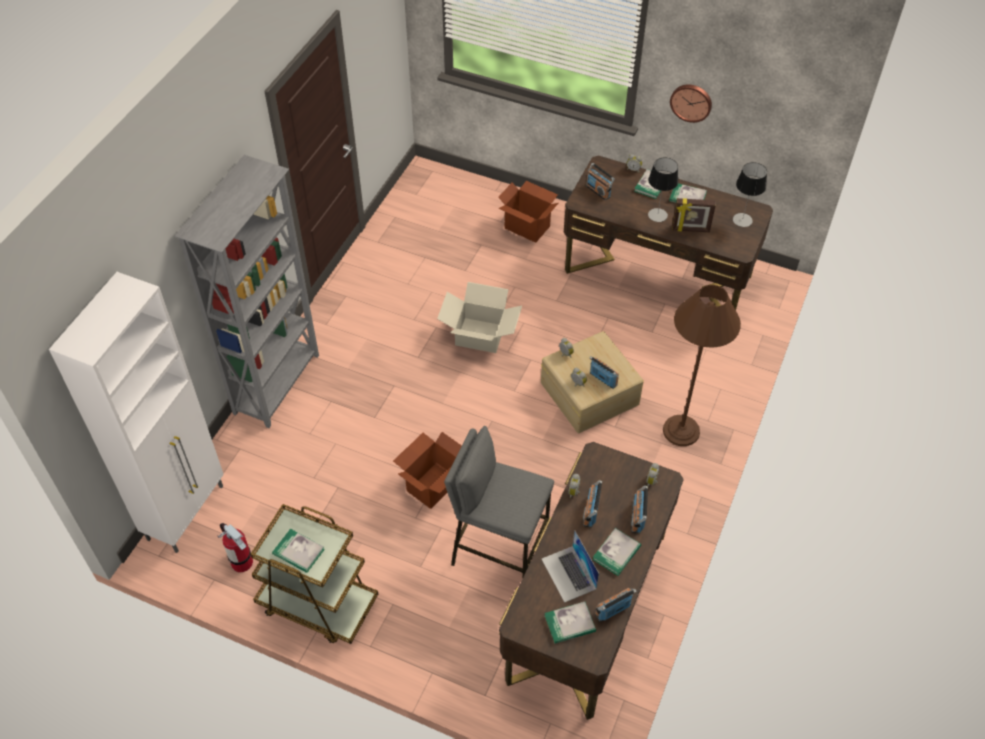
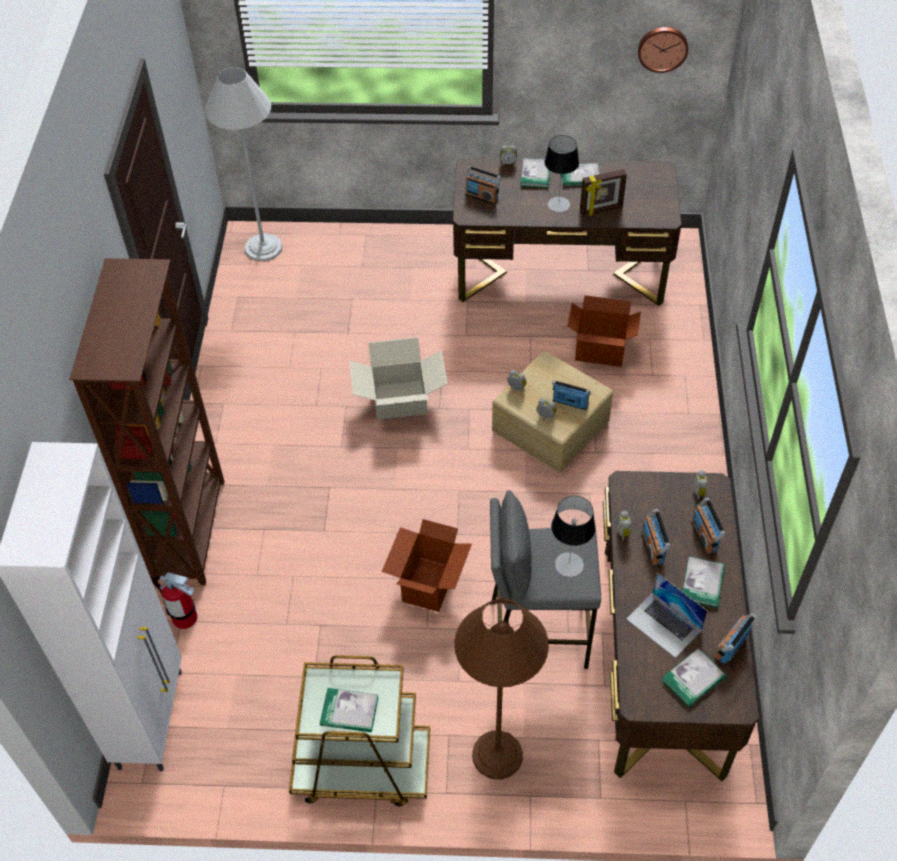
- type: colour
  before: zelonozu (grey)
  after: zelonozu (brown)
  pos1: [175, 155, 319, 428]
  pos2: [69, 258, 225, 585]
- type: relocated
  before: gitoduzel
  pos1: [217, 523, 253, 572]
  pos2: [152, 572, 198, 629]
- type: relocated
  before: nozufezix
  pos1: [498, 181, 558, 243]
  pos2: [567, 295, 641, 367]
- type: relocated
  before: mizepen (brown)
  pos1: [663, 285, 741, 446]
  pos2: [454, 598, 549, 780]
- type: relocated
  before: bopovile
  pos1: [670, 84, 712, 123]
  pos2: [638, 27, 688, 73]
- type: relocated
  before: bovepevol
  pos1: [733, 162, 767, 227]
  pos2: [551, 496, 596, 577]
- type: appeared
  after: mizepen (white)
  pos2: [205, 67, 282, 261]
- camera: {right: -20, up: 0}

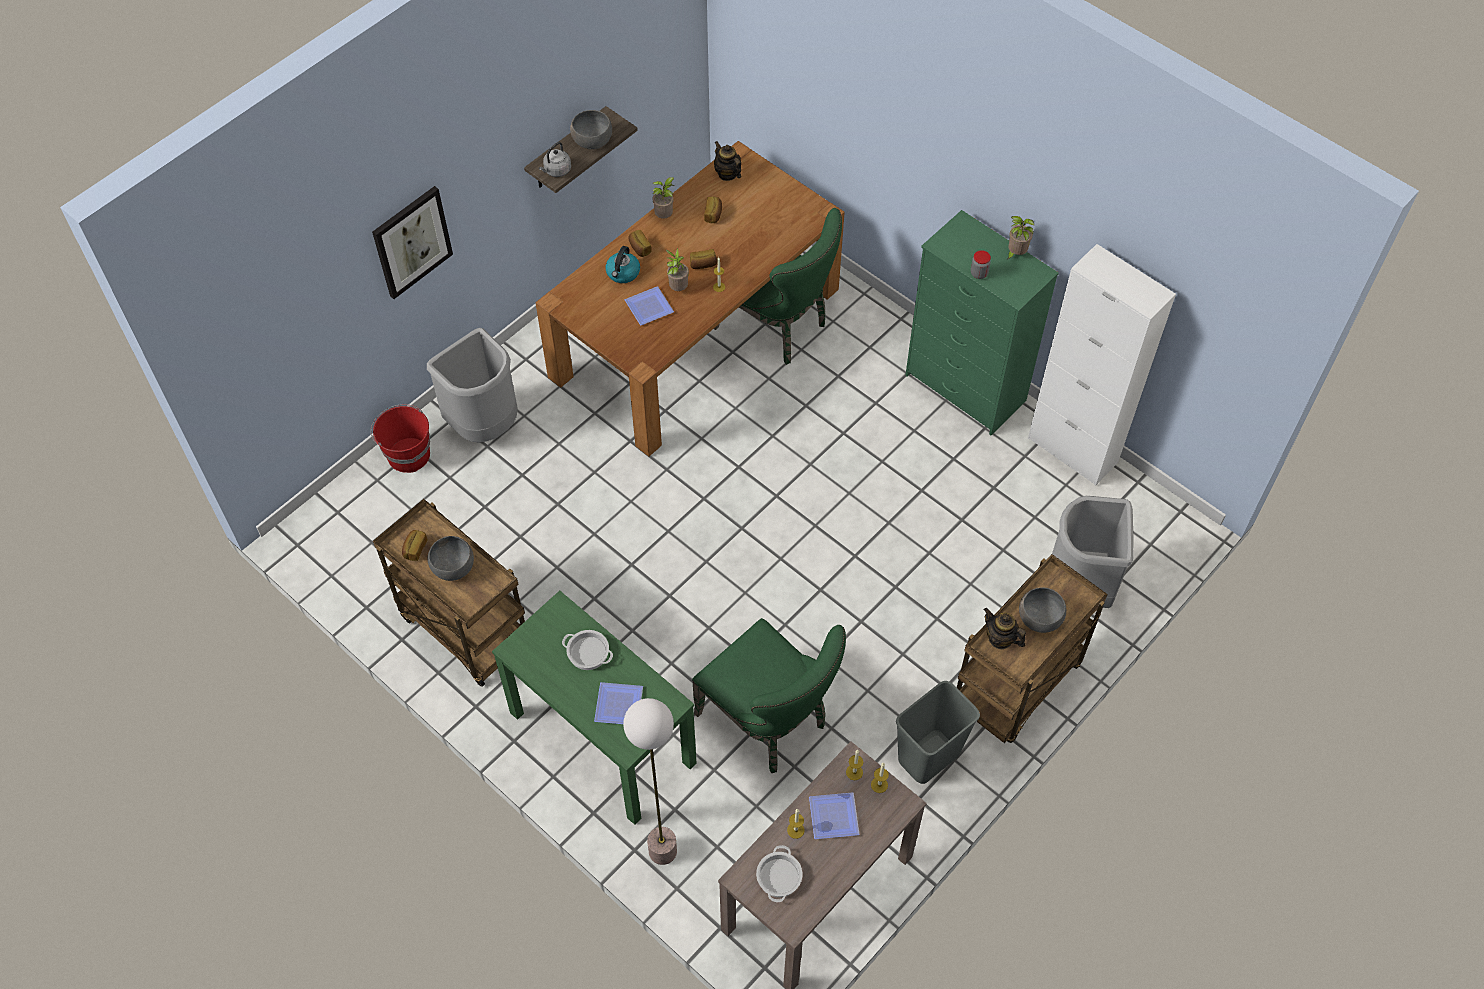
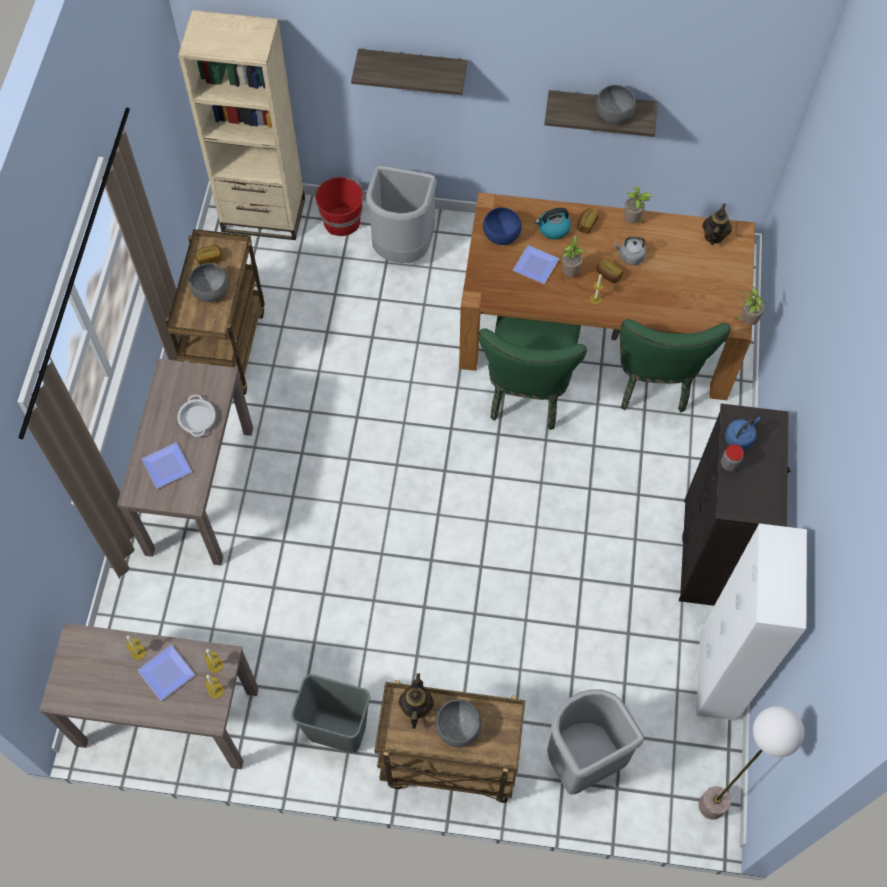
- type: exchanged
  before: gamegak
  after: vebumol
  pos1: [372, 186, 453, 299]
  pos2: [351, 49, 467, 95]
- type: colour
  before: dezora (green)
  after: dezora (brown)
  pos1: [492, 591, 696, 825]
  pos2: [117, 359, 253, 565]
- type: relocated
  before: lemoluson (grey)
  pos1: [539, 142, 571, 177]
  pos2: [614, 237, 646, 265]
- type: relocated
  before: mizepen
  pos1: [623, 698, 677, 865]
  pos2: [698, 706, 804, 820]
- type: relocated
  before: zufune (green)
  pos1: [692, 618, 846, 773]
  pos2: [478, 316, 587, 430]
- type: missing
  before: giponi
  pos1: [704, 196, 722, 223]
- type: missing
  before: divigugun
  pos1: [756, 845, 802, 902]
- type: colour
  before: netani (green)
  after: netani (black)
  pos1: [905, 210, 1059, 435]
  pos2: [679, 404, 792, 606]
- type: relocated
  before: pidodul
  pos1: [1007, 216, 1034, 259]
  pos2: [735, 286, 766, 325]
- type: appeared
  after: zelonozu (beige)
  pos2: [178, 10, 305, 240]
- type: appeared
  after: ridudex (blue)
  pos2: [483, 207, 522, 245]
- type: appeared
  after: lemoluson (blue)
  pos2: [725, 417, 761, 450]
- camera: {right: 55, up: 5}

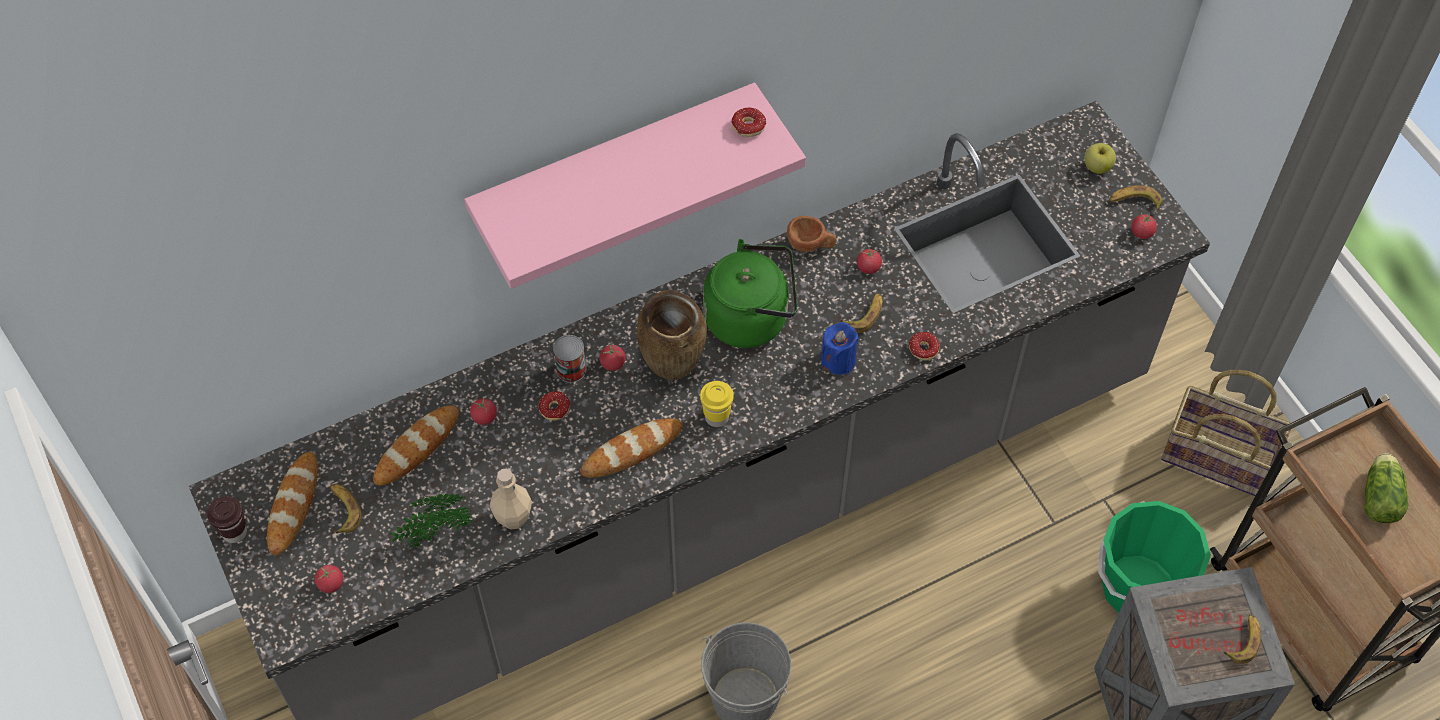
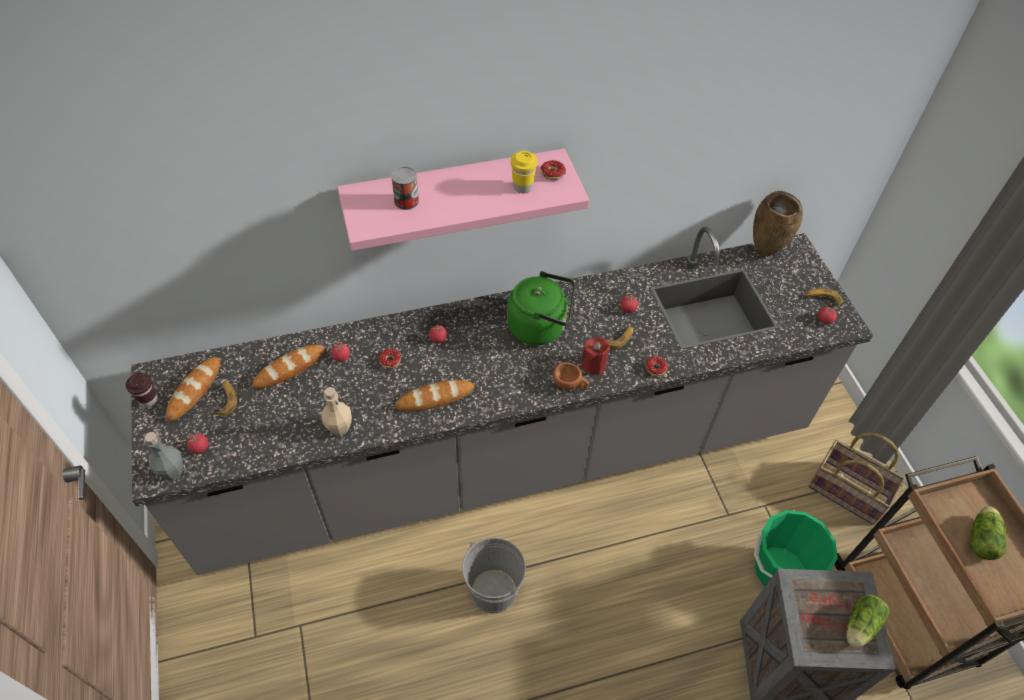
- type: missing
  before: pidodul
  pos1: [389, 492, 473, 549]
- type: relocated
  before: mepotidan
  pos1: [553, 335, 586, 383]
  pos2: [391, 167, 419, 210]
- type: relocated
  before: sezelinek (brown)
  pos1: [636, 290, 707, 380]
  pos2: [753, 191, 803, 256]
- type: relocated
  before: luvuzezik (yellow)
  pos1: [700, 381, 734, 427]
  pos2: [511, 151, 538, 193]
- type: relocated
  before: luvuzezik (brown)
  pos1: [787, 216, 837, 252]
  pos2: [553, 362, 589, 390]
- type: colour
  before: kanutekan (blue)
  after: kanutekan (red)
  pos1: [821, 322, 859, 375]
  pos2: [581, 337, 610, 375]
- type: missing
  before: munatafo
  pos1: [1084, 143, 1116, 174]
- type: exchanged
  before: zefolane
  after: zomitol
  pos1: [1223, 615, 1261, 664]
  pos2: [846, 594, 889, 648]
- type: appeared
  after: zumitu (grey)
  pos2: [144, 432, 183, 480]
- camera: {right: 10, up: -5}

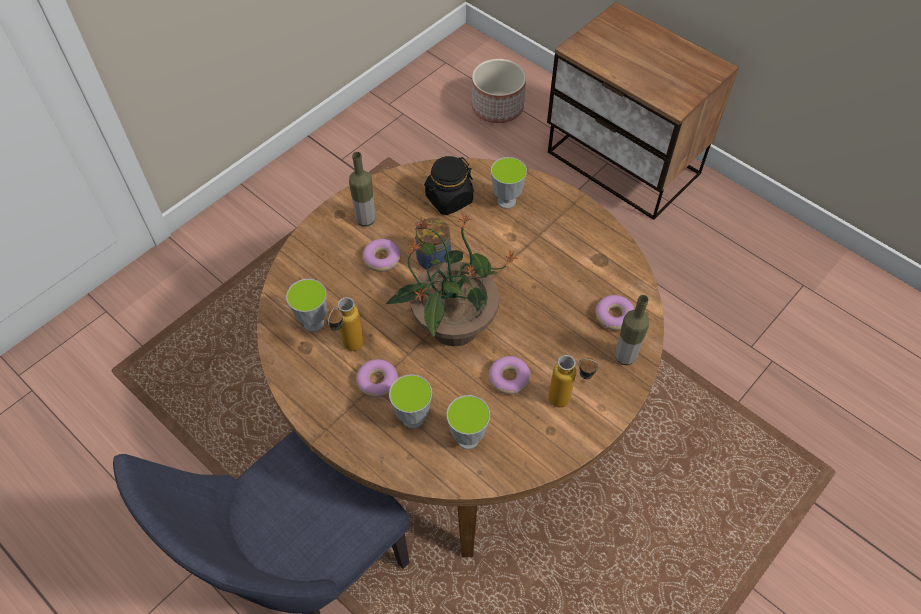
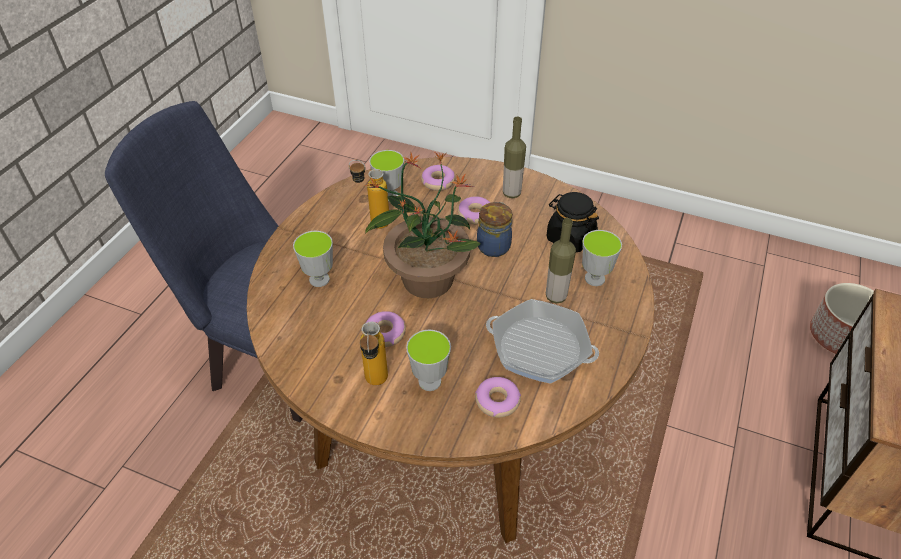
- type: relocated
  before: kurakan
  pos1: [356, 359, 398, 398]
  pos2: [421, 165, 455, 191]
- type: relocated
  before: luvuzezik
  pos1: [447, 395, 490, 449]
  pos2: [406, 330, 451, 391]
- type: relocated
  before: zumitu
  pos1: [615, 295, 649, 365]
  pos2: [546, 218, 576, 303]
- type: appeared
  after: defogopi
  pos2: [486, 299, 599, 384]
- camera: {right: 70, up: -10}

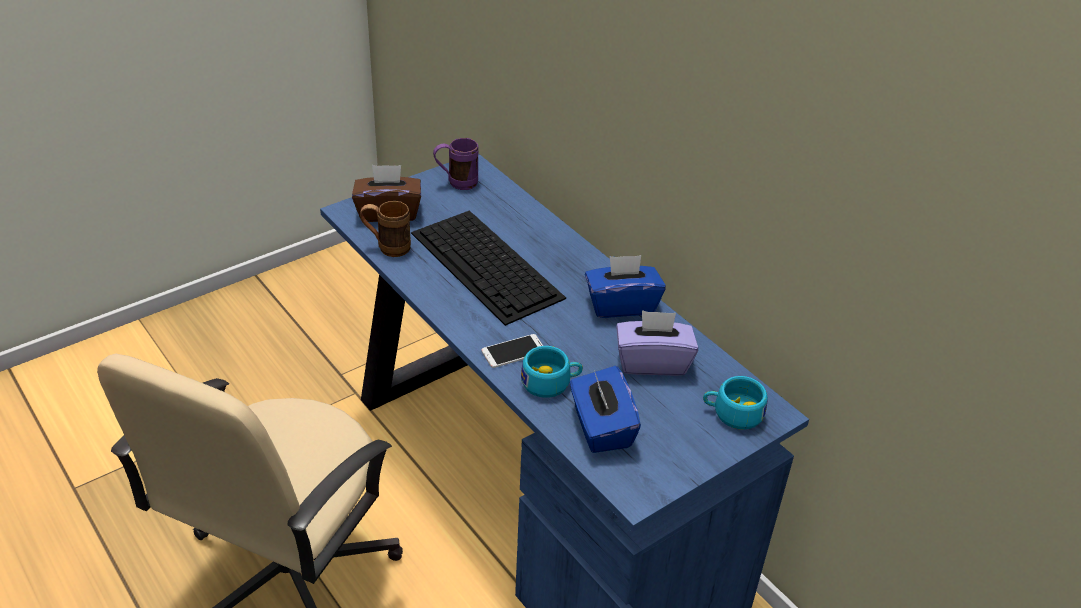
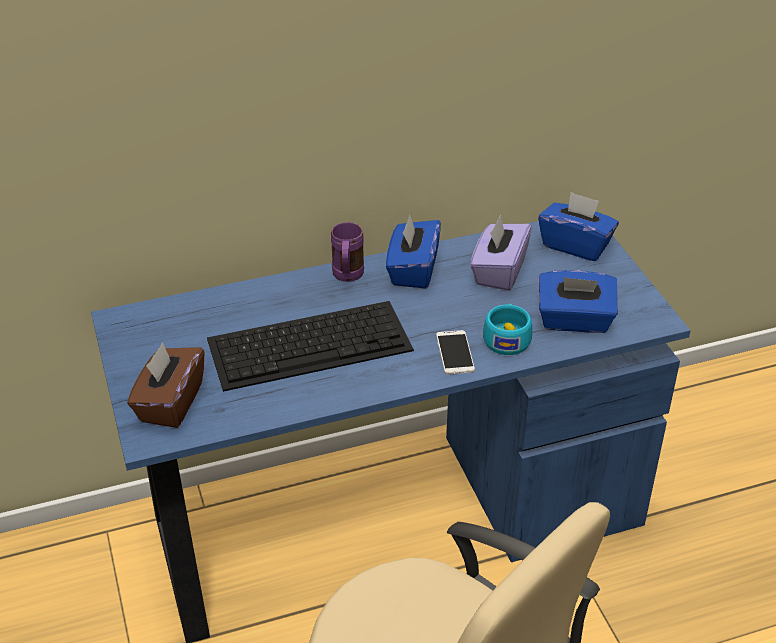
- type: missing
  before: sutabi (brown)
  pos1: [360, 201, 411, 257]
- type: relocated
  before: sutabi (purple)
  pos1: [433, 138, 479, 190]
  pos2: [331, 222, 364, 282]
- type: exchanged
  before: luvuzezik (turquoise)
  after: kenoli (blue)
  pos1: [703, 376, 768, 430]
  pos2: [538, 192, 619, 261]
- camera: {right: -70, up: 0}

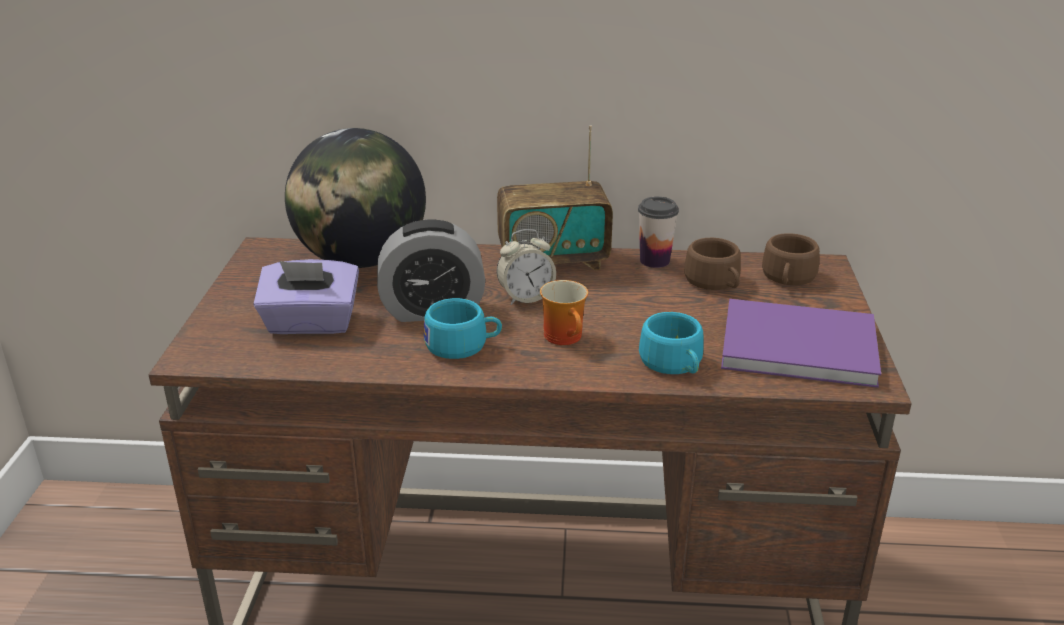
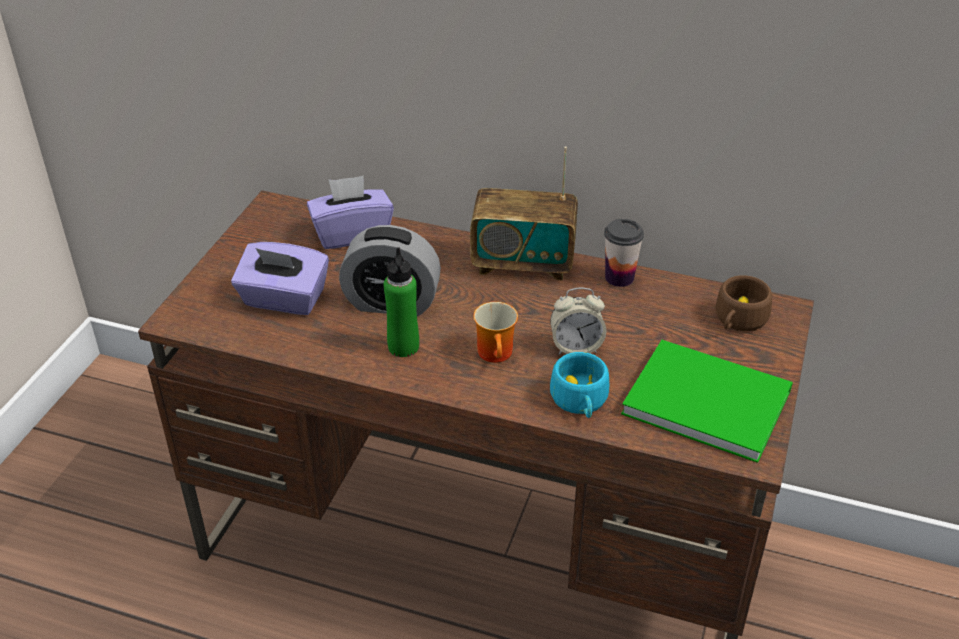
- type: exchanged
  before: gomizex
  after: kenoli (purple)
  pos1: [285, 128, 426, 268]
  pos2: [307, 176, 394, 249]
- type: exchanged
  before: luvuzezik (turquoise)
  after: zumitu (green)
  pos1: [424, 298, 502, 359]
  pos2: [384, 247, 419, 357]
- type: relocated
  before: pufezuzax
  pos1: [497, 229, 556, 305]
  pos2: [550, 288, 606, 354]
- type: missing
  before: luvuzezik (brown)
  pos1: [684, 238, 741, 290]
- type: colour
  before: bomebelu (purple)
  after: bomebelu (green)
  pos1: [721, 299, 881, 388]
  pos2: [621, 340, 793, 463]
- camera: {right: 15, up: 10}

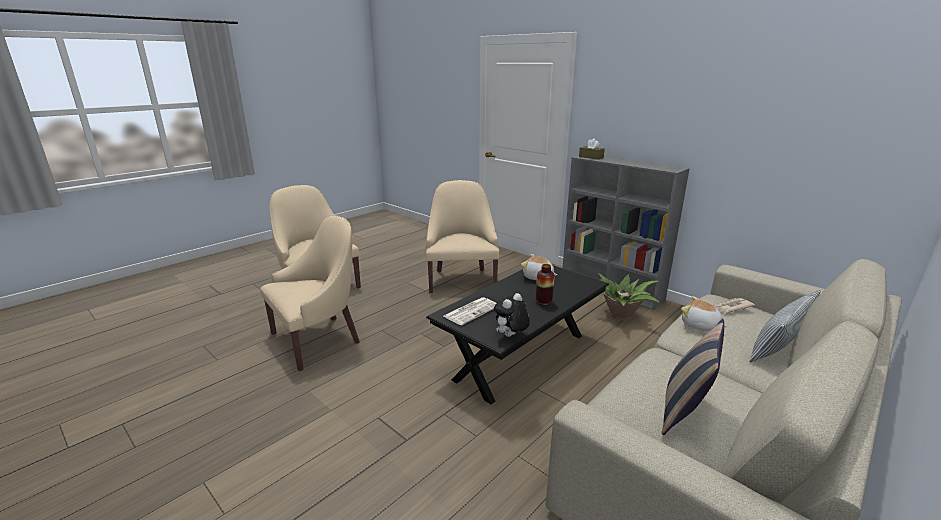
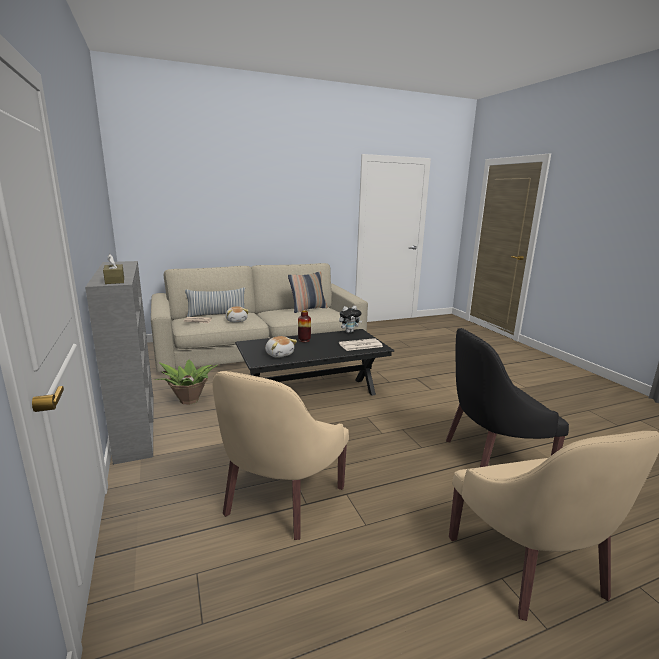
- type: colour
  before: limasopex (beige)
  after: limasopex (black)
  pos1: [261, 215, 360, 371]
  pos2: [446, 328, 569, 467]
- camera: {right: -155, up: -5}

